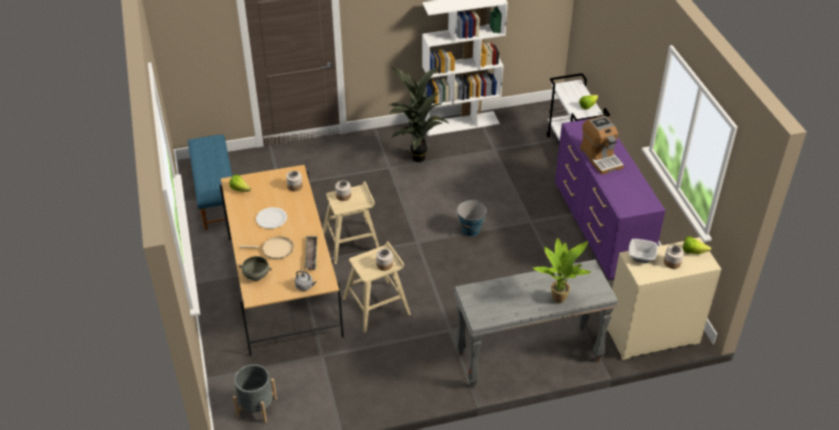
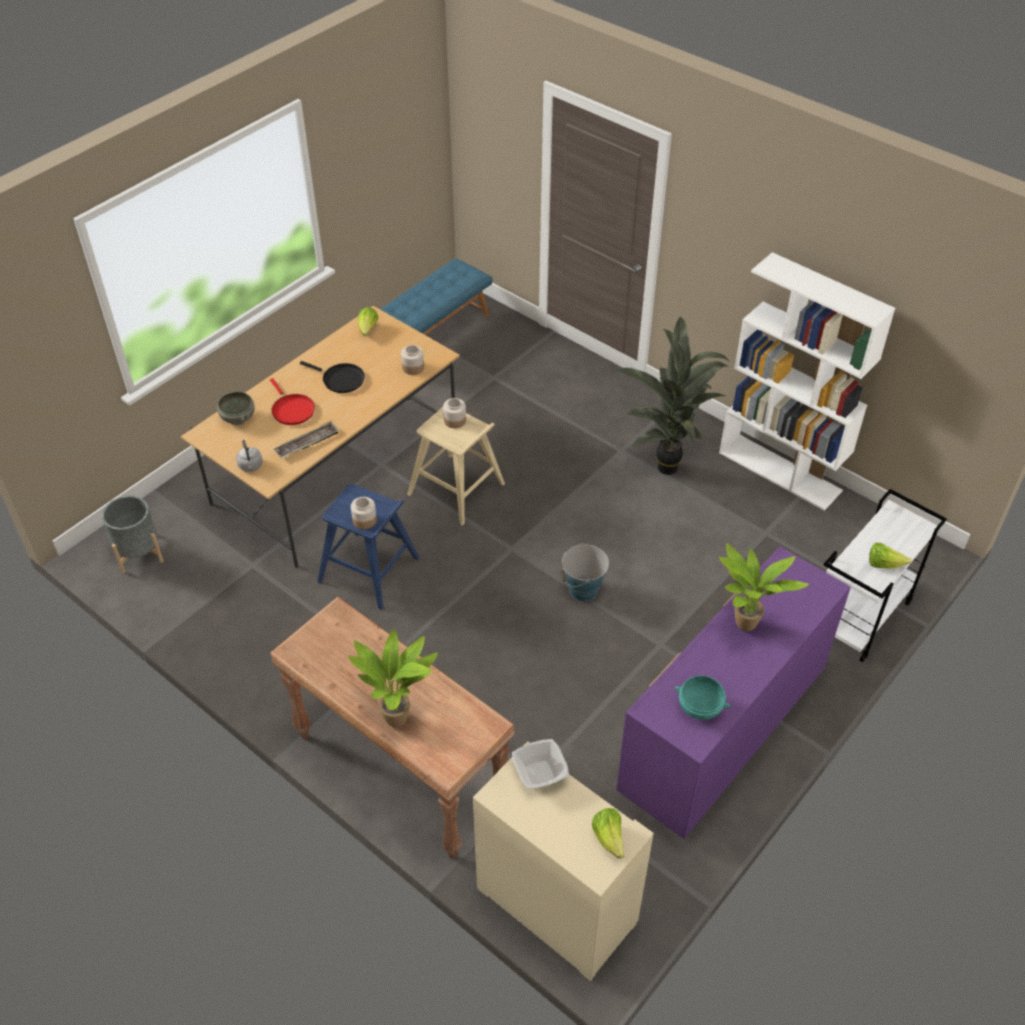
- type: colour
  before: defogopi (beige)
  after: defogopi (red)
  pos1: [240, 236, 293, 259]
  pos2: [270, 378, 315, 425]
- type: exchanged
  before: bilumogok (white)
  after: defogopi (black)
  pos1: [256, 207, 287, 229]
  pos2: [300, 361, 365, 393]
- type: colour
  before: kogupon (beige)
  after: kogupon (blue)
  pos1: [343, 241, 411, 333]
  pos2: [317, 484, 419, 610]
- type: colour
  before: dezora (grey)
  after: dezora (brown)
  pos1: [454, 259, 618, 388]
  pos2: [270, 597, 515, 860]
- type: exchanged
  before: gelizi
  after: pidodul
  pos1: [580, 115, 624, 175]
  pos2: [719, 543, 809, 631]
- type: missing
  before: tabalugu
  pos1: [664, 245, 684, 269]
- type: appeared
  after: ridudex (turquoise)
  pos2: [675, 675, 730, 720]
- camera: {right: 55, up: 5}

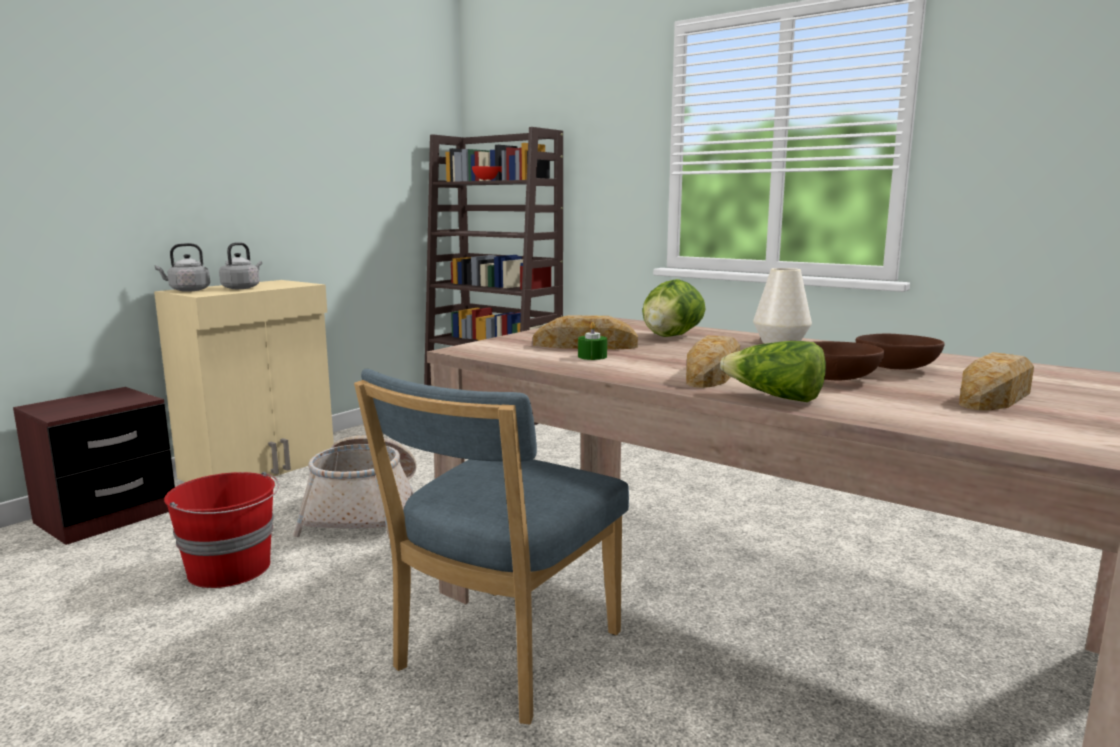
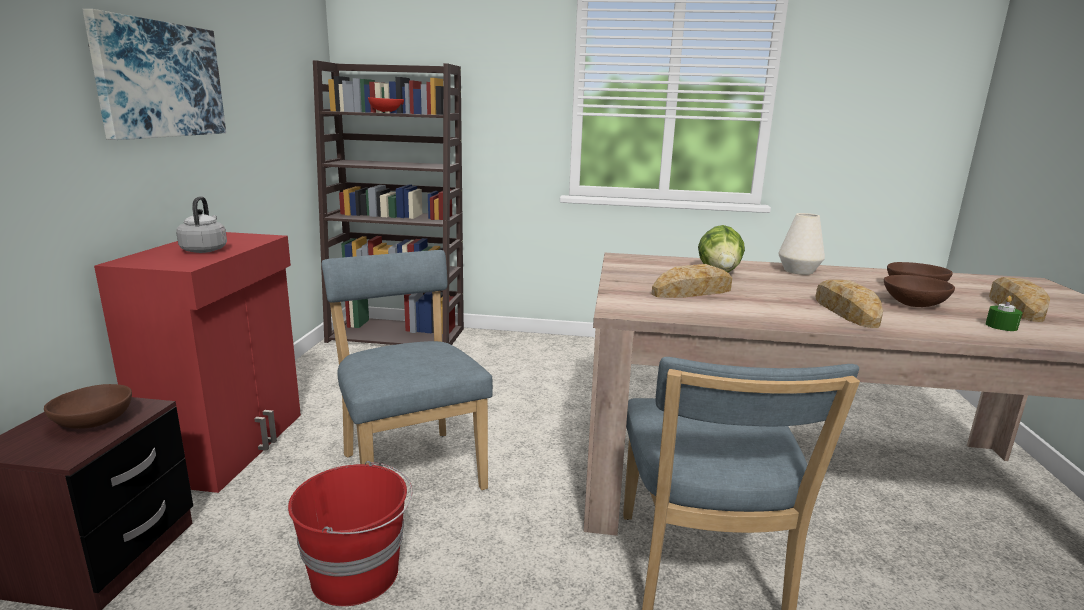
- type: colour
  before: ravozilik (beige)
  after: ravozilik (red)
  pos1: [154, 280, 334, 482]
  pos2: [94, 232, 301, 493]
- type: missing
  before: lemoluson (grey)
  pos1: [155, 243, 210, 292]
- type: exchanged
  before: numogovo
  after: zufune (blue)
  pos1: [293, 436, 417, 539]
  pos2: [322, 250, 493, 490]
- type: relocated
  before: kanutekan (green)
  pos1: [578, 322, 607, 360]
  pos2: [985, 296, 1023, 331]
- type: missing
  before: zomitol
  pos1: [720, 341, 826, 402]
- type: appeared
  after: ridudex (brown)
  pos2: [44, 384, 132, 429]
- type: appeared
  after: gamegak
  pos2: [82, 9, 226, 140]
- camera: {right: -30, up: 5}

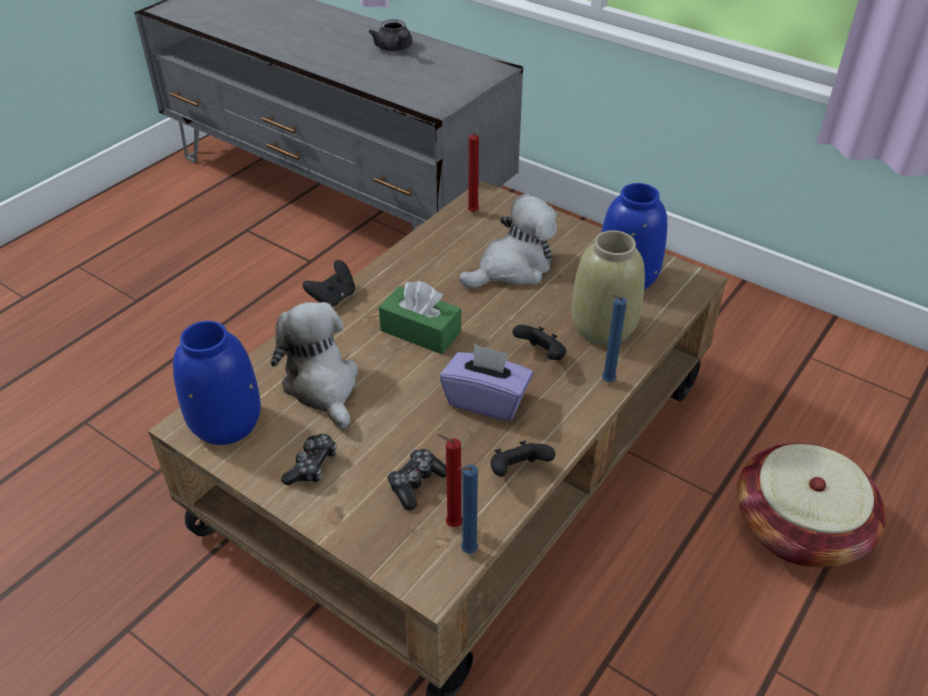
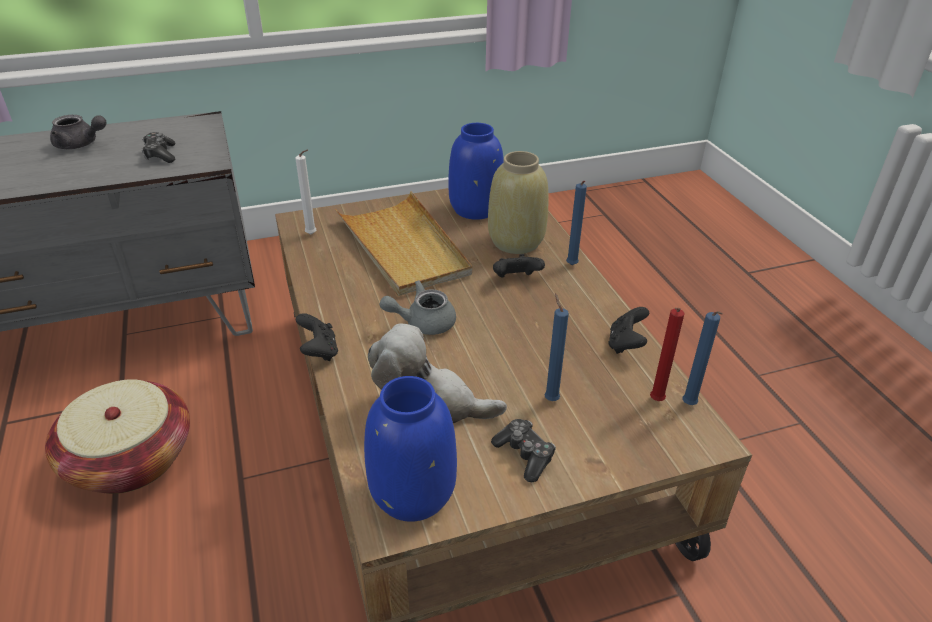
- type: exchanged
  before: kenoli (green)
  after: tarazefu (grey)
  pos1: [379, 281, 461, 354]
  pos2: [380, 280, 456, 335]
- type: relocated
  before: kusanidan
  pos1: [387, 449, 446, 510]
  pos2: [141, 132, 175, 163]
- type: missing
  before: kenoli (purple)
  pos1: [440, 343, 533, 421]
- type: exchanged
  before: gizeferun
  after: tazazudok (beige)
  pos1: [459, 194, 557, 288]
  pos2: [335, 191, 472, 296]
- type: colour
  before: kanutekan (red)
  after: kanutekan (white)
  pos1: [467, 132, 479, 212]
  pos2: [295, 150, 316, 234]
- type: relocated
  before: numogovo
  pos1: [737, 443, 886, 567]
  pos2: [45, 379, 190, 494]
- type: appeared
  after: kanutekan (blue)
  pos2: [544, 293, 569, 401]
- camera: {right: -55, up: -5}

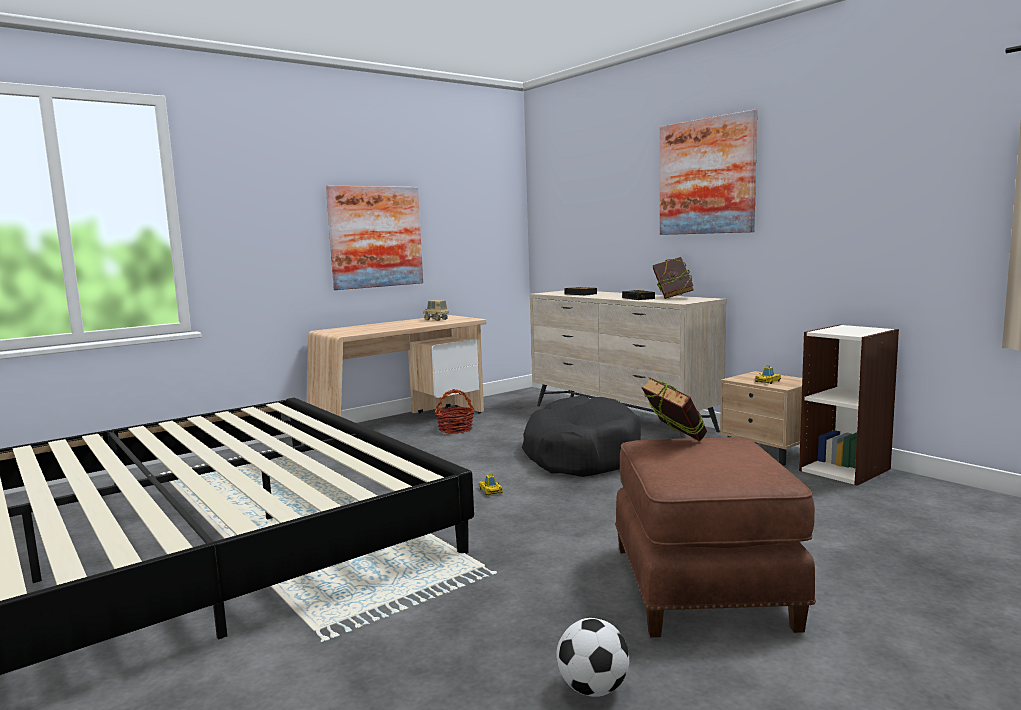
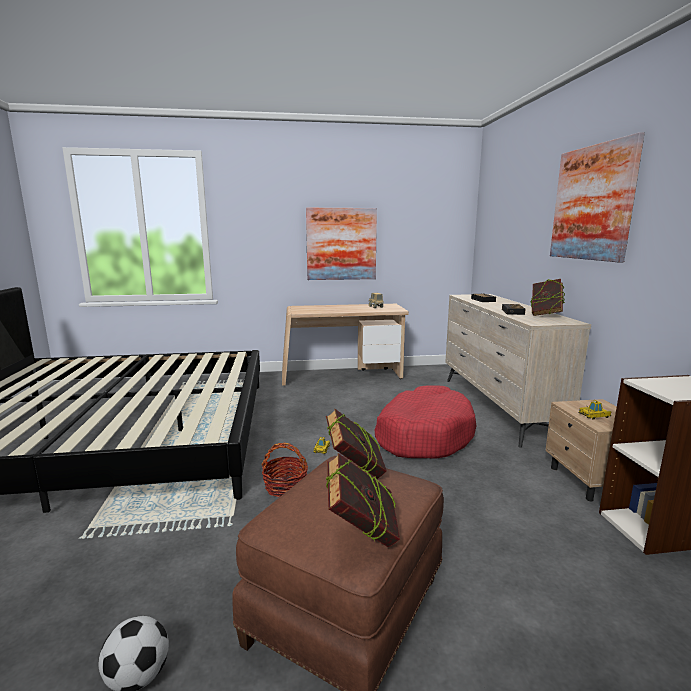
- type: relocated
  before: numogovo
  pos1: [435, 389, 474, 434]
  pos2: [261, 443, 308, 497]
- type: colour
  before: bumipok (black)
  after: bumipok (red)
  pos1: [522, 396, 641, 477]
  pos2: [375, 385, 476, 458]
- type: appeared
  after: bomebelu
  pos2: [326, 453, 400, 547]
- camera: {right: 30, up: 5}

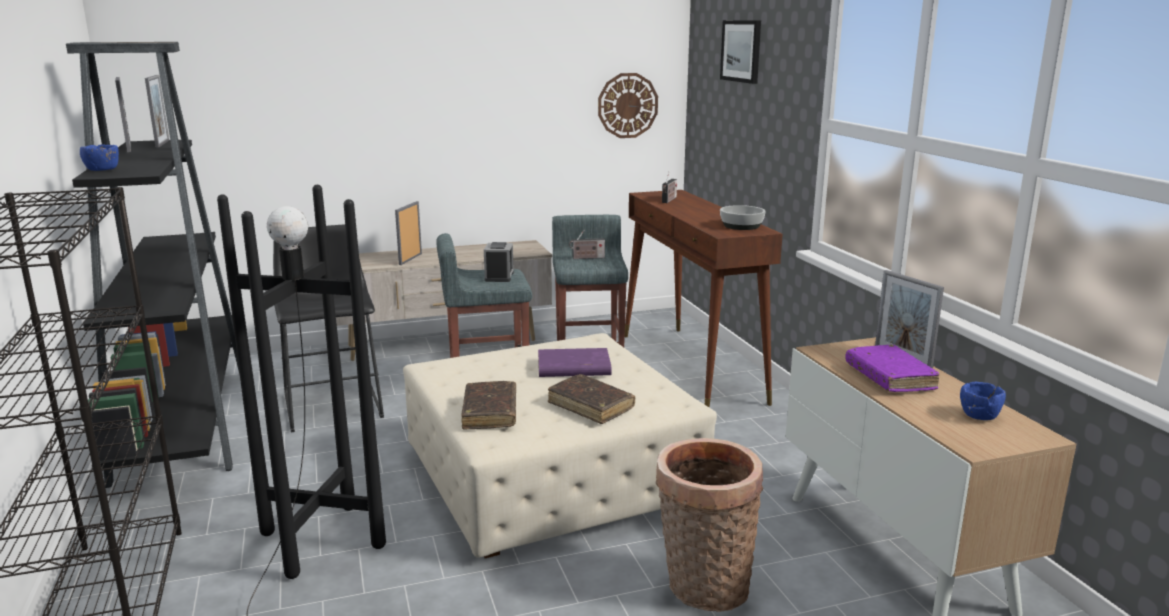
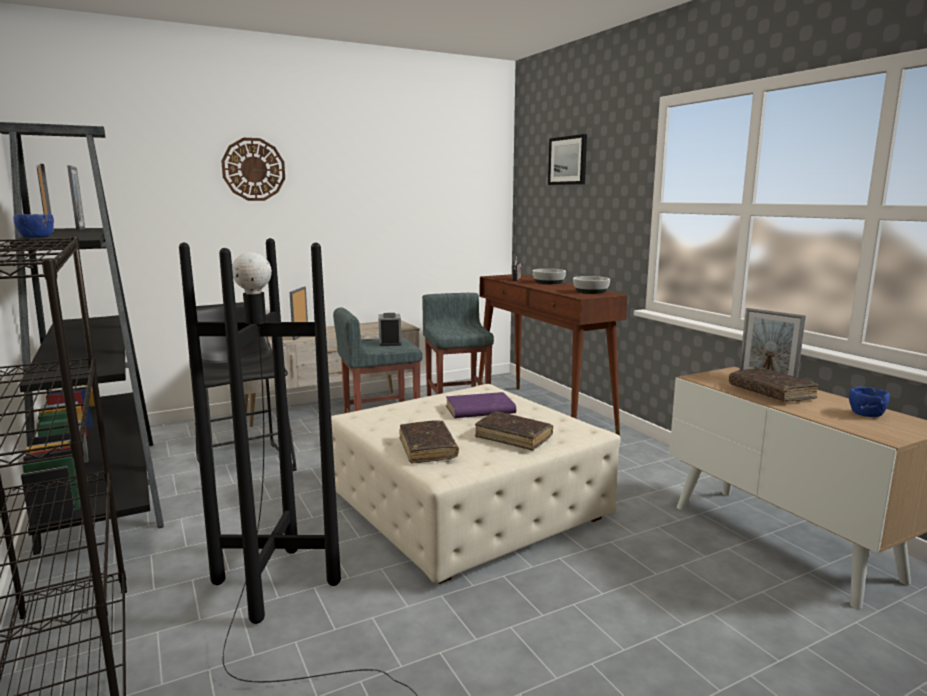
- type: missing
  before: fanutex
  pos1: [569, 229, 605, 259]
- type: relocated
  before: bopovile
  pos1: [598, 73, 658, 138]
  pos2: [221, 138, 285, 201]
- type: missing
  before: numogovo
  pos1: [655, 438, 763, 612]
- type: colour
  before: bomebelu (purple)
  after: bomebelu (brown)
  pos1: [845, 344, 939, 392]
  pos2: [729, 367, 819, 402]
- type: appeared
  after: ridudex
  pos2: [533, 269, 566, 284]
- camera: {right: -10, up: -5}

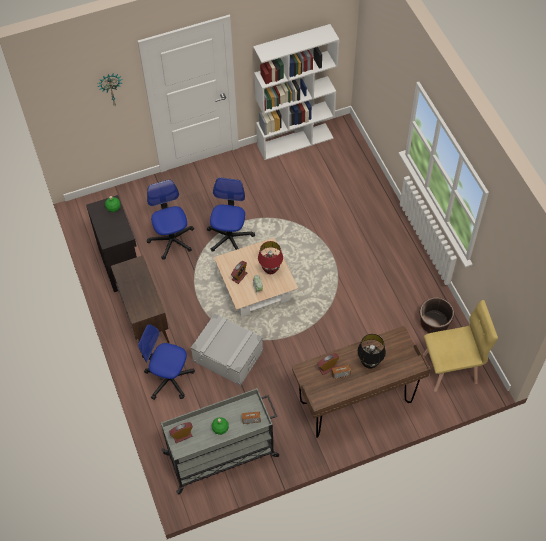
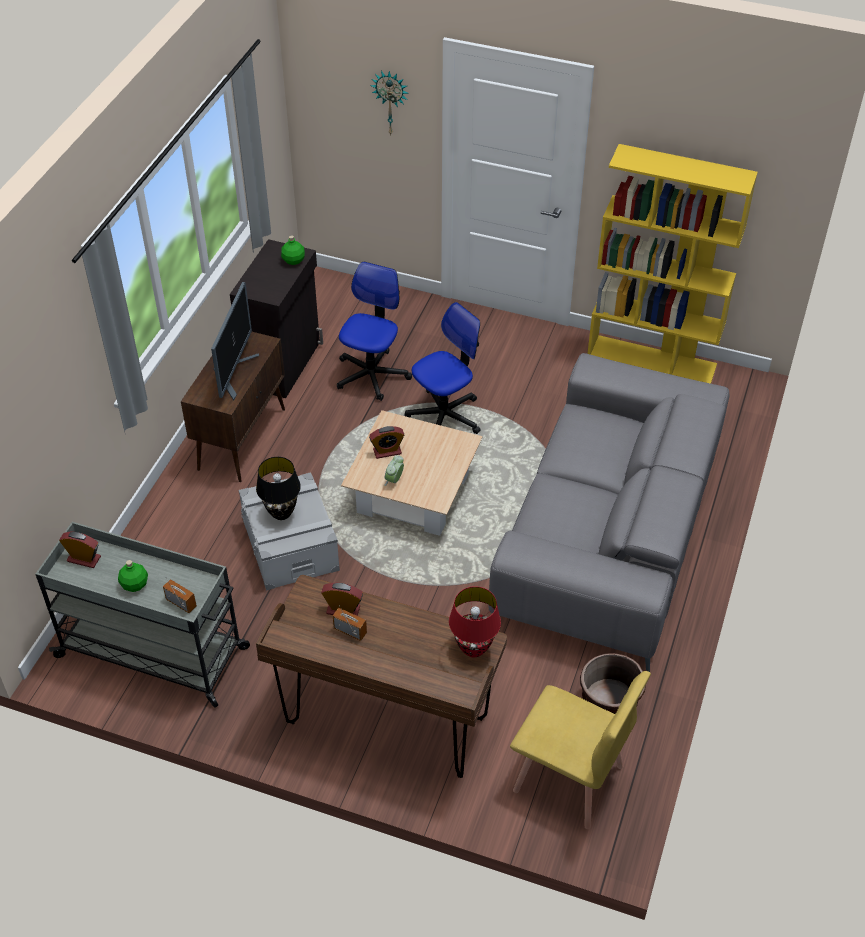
- type: missing
  before: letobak
  pos1: [138, 324, 195, 400]
- type: colour
  before: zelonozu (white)
  after: zelonozu (yellow)
  pos1: [253, 24, 339, 160]
  pos2: [587, 144, 758, 384]
- type: relocated
  before: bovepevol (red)
  pos1: [258, 241, 283, 274]
  pos2: [449, 586, 501, 657]
- type: relocated
  before: bovepevol (black)
  pos1: [357, 334, 386, 369]
  pos2: [256, 457, 301, 520]
- type: appeared
  after: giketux
  pos2: [211, 282, 259, 400]
- type: appeared
  after: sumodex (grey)
  pos2: [488, 353, 730, 672]
- camera: {right: 40, up: -10}

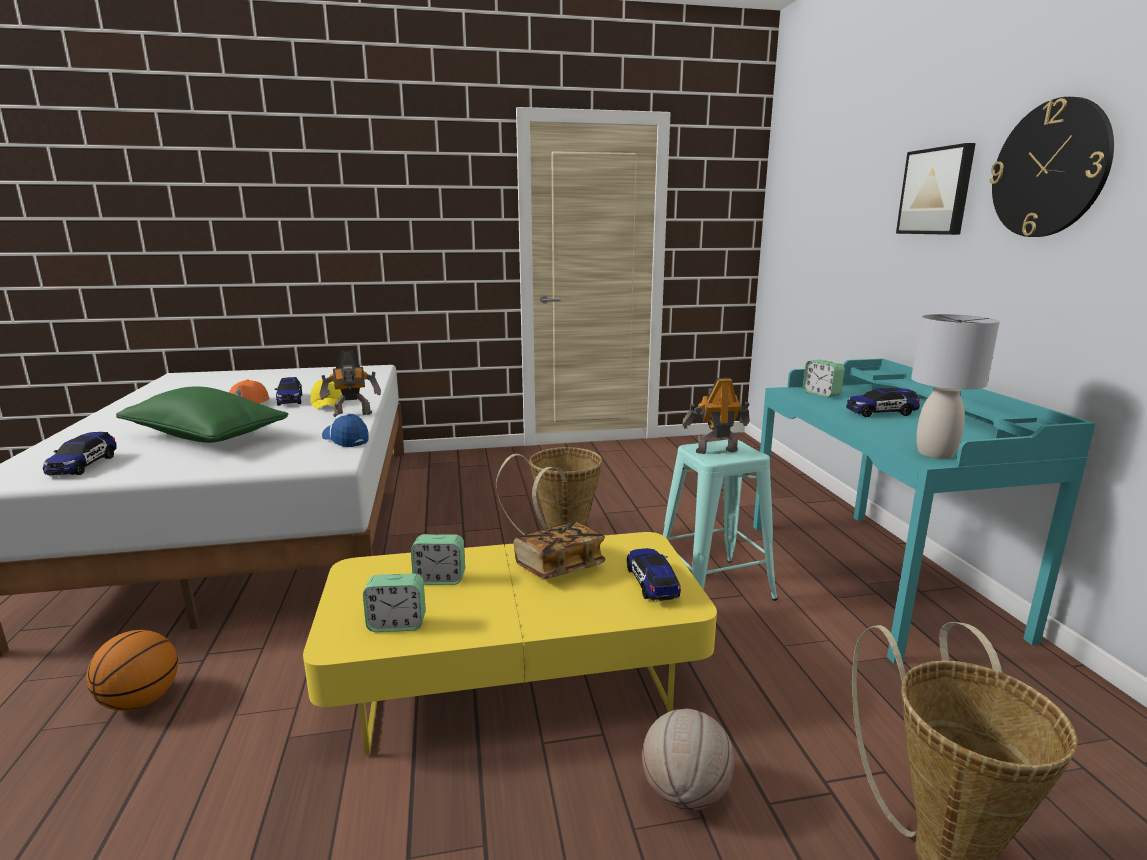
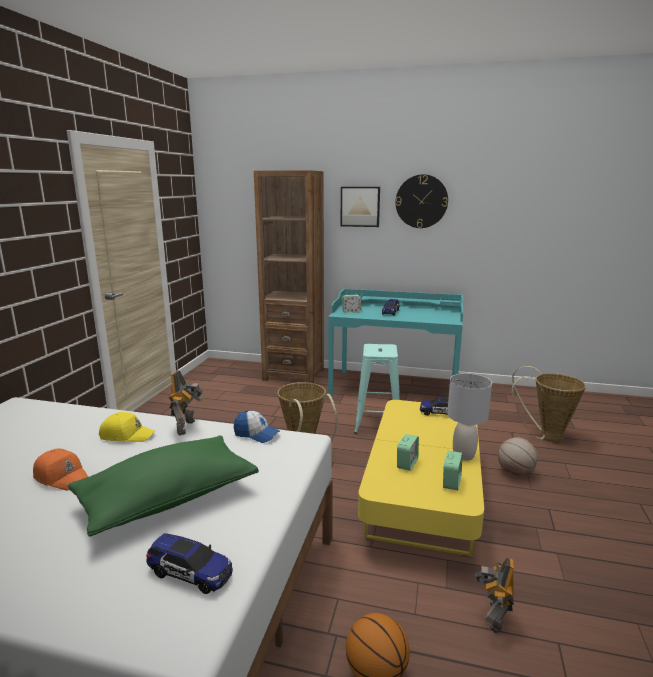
- type: missing
  before: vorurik
  pos1: [275, 377, 302, 406]
- type: spun
  before: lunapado
  pos1: [322, 413, 369, 447]
  pos2: [234, 410, 280, 443]
  turn: -135
- type: missing
  before: bomebelu
  pos1: [514, 521, 605, 579]
- type: relocated
  before: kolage
  pos1: [683, 378, 750, 454]
  pos2: [476, 558, 514, 633]
- type: relocated
  before: bovepevol (grey)
  pos1: [911, 314, 1000, 459]
  pos2: [447, 373, 492, 461]
- type: appeared
  after: zelonozu (brown)
  pos2: [254, 170, 324, 383]
- camera: {right: -65, up: 0}

